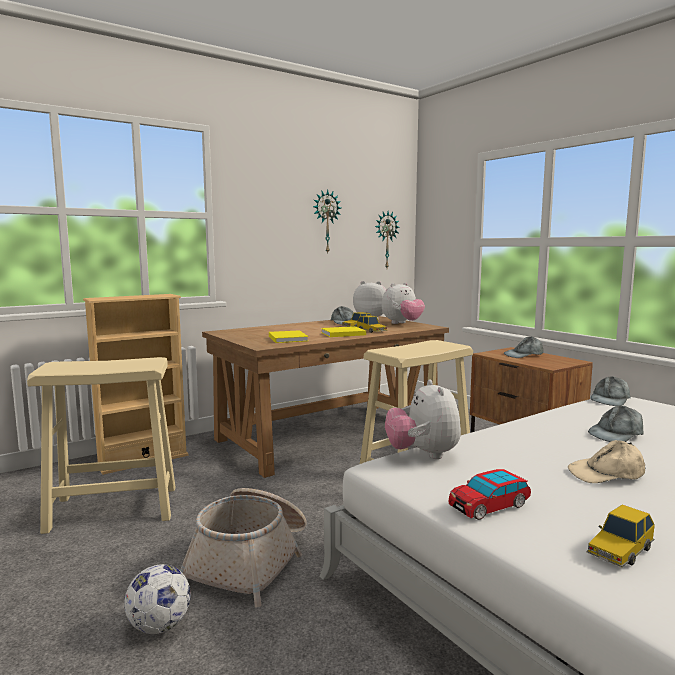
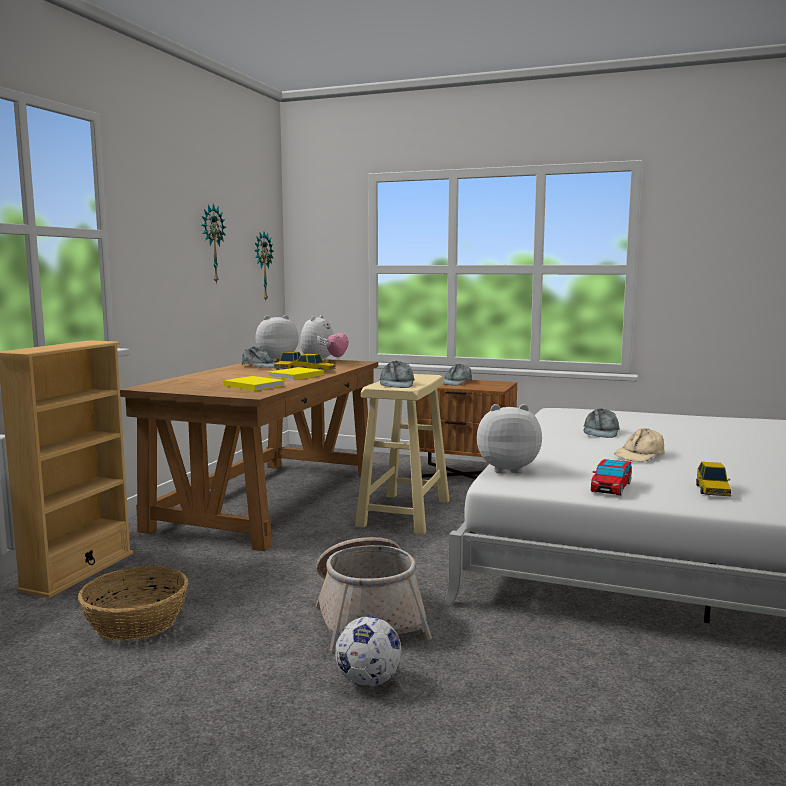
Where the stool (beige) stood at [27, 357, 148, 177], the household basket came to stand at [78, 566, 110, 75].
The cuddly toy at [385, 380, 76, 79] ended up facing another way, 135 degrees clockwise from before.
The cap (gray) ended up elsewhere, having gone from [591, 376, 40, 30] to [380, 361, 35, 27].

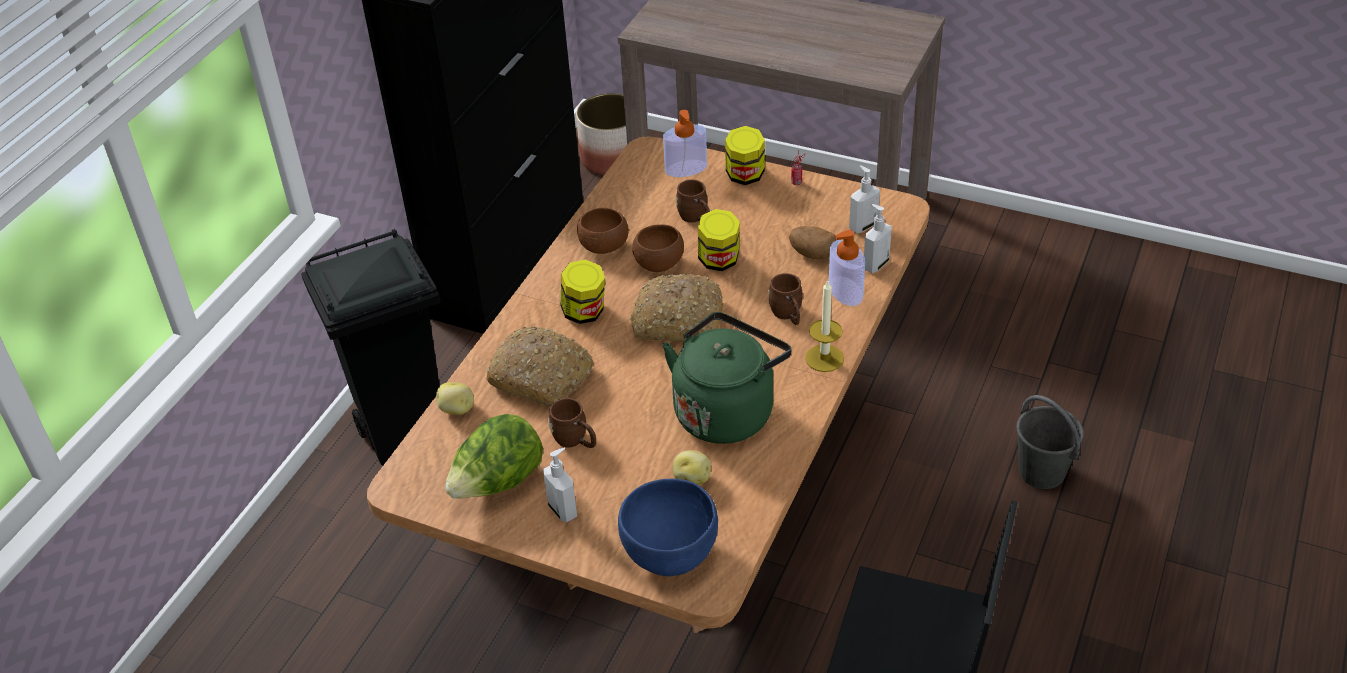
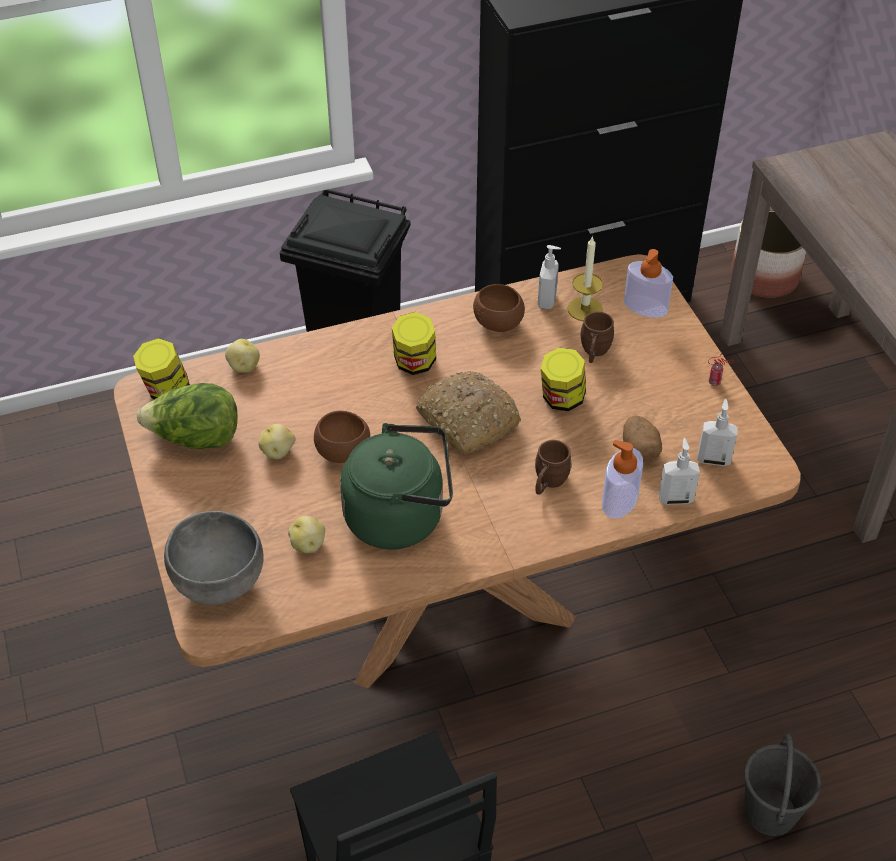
The second view lost the baked bread at [486, 327, 108, 80].
The soap bottle ended up elsewhere, having gone from [543, 448, 34, 75] to [538, 245, 23, 64].
Where the tea mug (brownish) stood at [548, 398, 48, 50], the whole potato came to stand at [258, 424, 37, 35].
What was the deep dish (bluish) at [618, 478, 100, 98] turned into the deep dish (gray) at [164, 511, 100, 94].
The deep dish (brownish) ended up elsewhere, having gone from [632, 224, 52, 48] to [314, 411, 56, 52].
The preserve jar ended up elsewhere, having gone from [725, 126, 40, 59] to [133, 338, 57, 61].
The candle ended up elsewhere, having gone from [805, 281, 39, 91] to [567, 235, 36, 86].

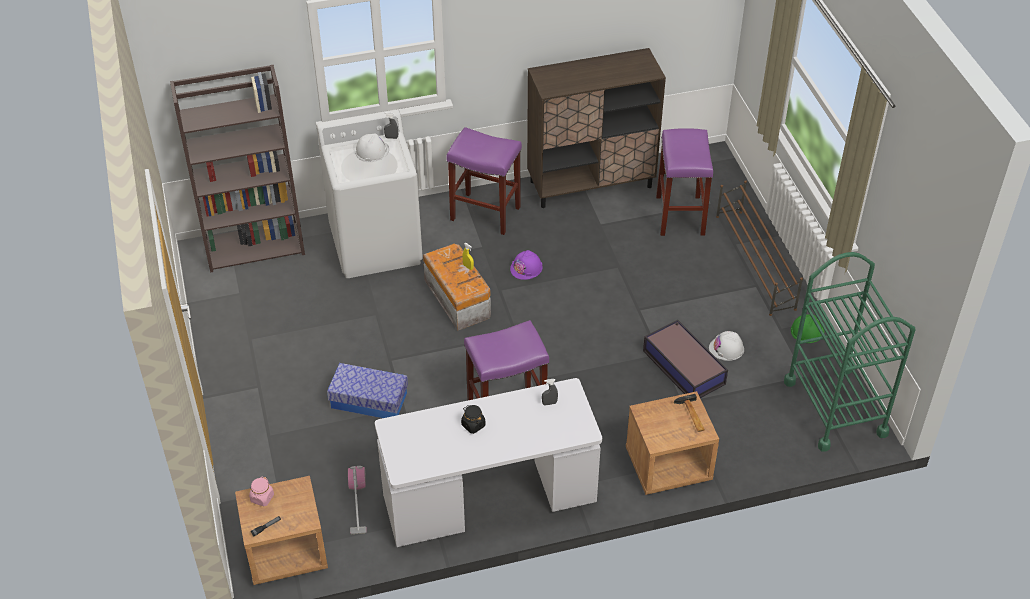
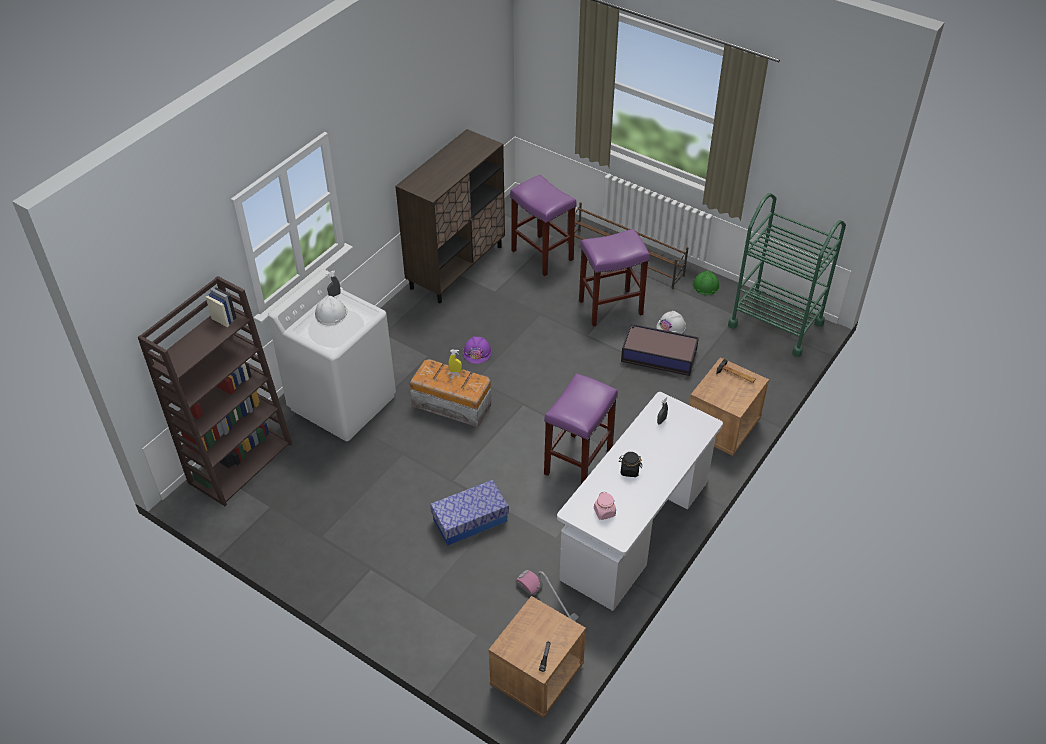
The preserve jar (pink-coloured) ended up elsewhere, having gone from [249, 477, 25, 29] to [594, 492, 22, 28].
The stool (purple-coloured) ended up elsewhere, having gone from [446, 127, 76, 108] to [579, 228, 71, 99].

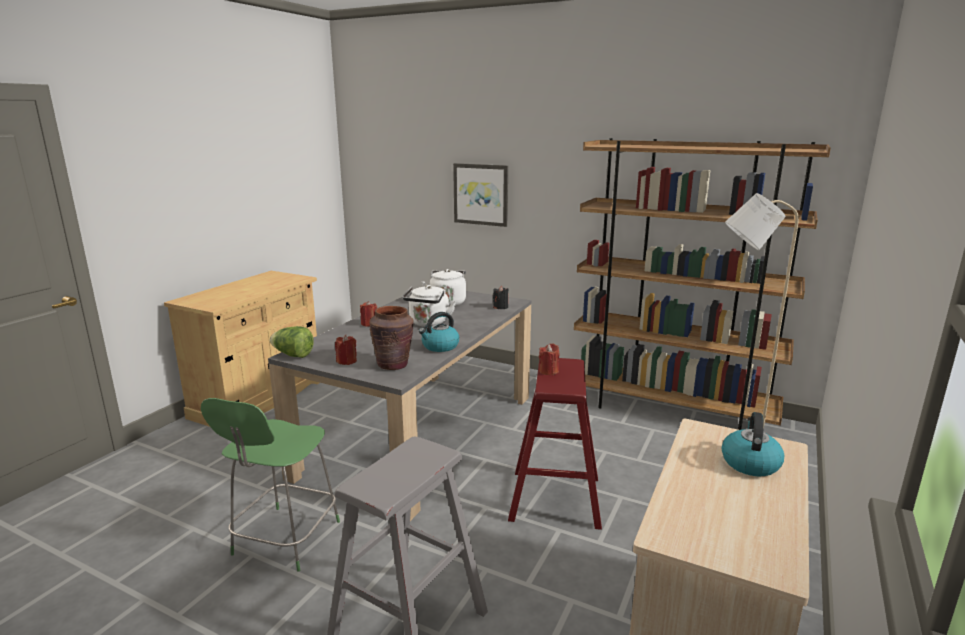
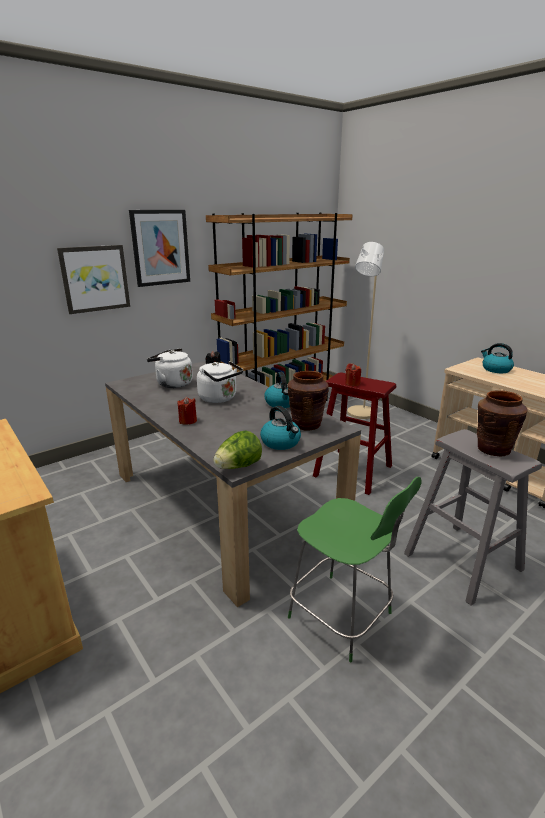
Where the candle (reddish) stood at [335, 335, 22, 30], the tea kettle came to stand at [260, 406, 41, 44].
The second view gained the wall art at [129, 210, 61, 77].
The second view gained the flower vase (brownish) at [477, 390, 51, 67].

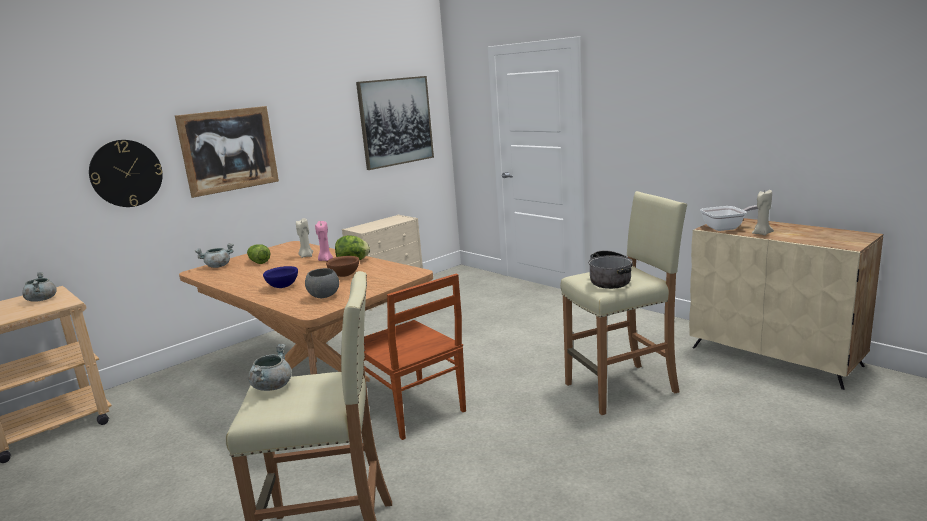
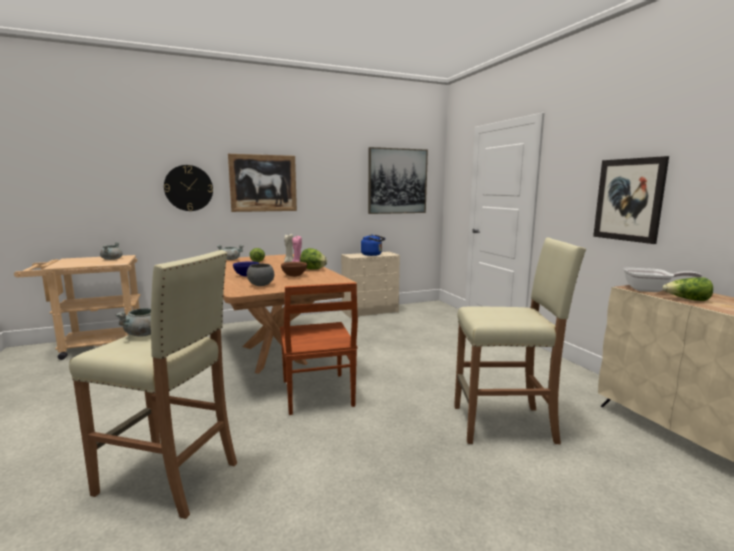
The second view lost the stockpot at [588, 250, 45, 39].
Where the candle (beige) stood at [752, 190, 22, 46], the lettuce came to stand at [663, 277, 50, 24].
The second view gained the tea kettle (bluish) at [361, 234, 24, 22].
The second view gained the wall art at [593, 156, 76, 88].

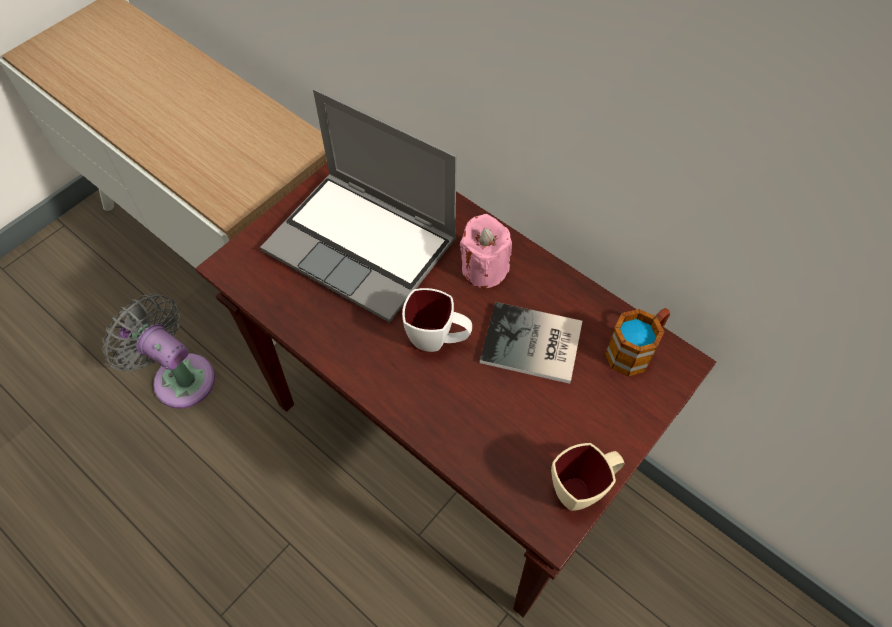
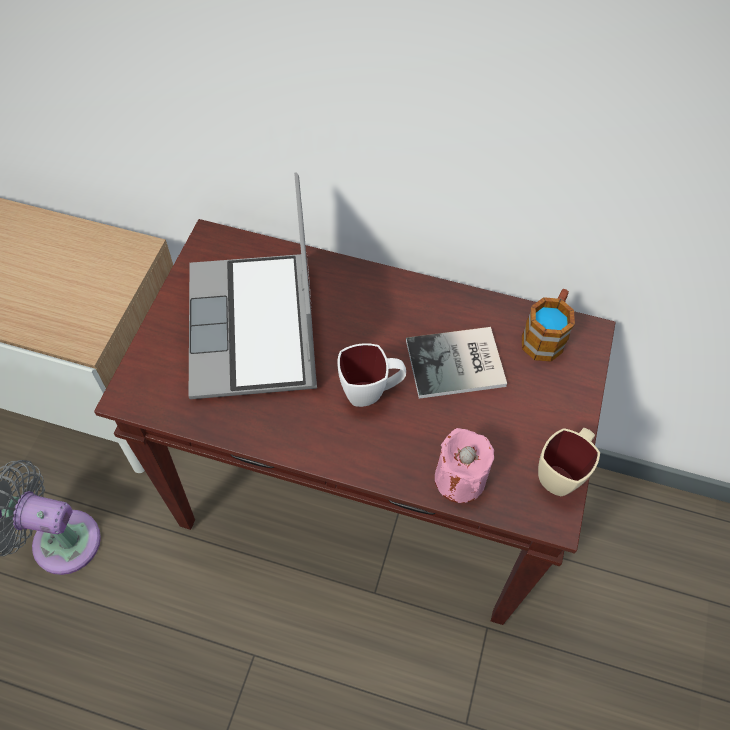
The laptop at [260, 89, 197, 234] ended up facing another way, 75 degrees clockwise from before.
The candle (pink-coloured) ended up elsewhere, having gone from [460, 214, 52, 74] to [435, 428, 59, 75].

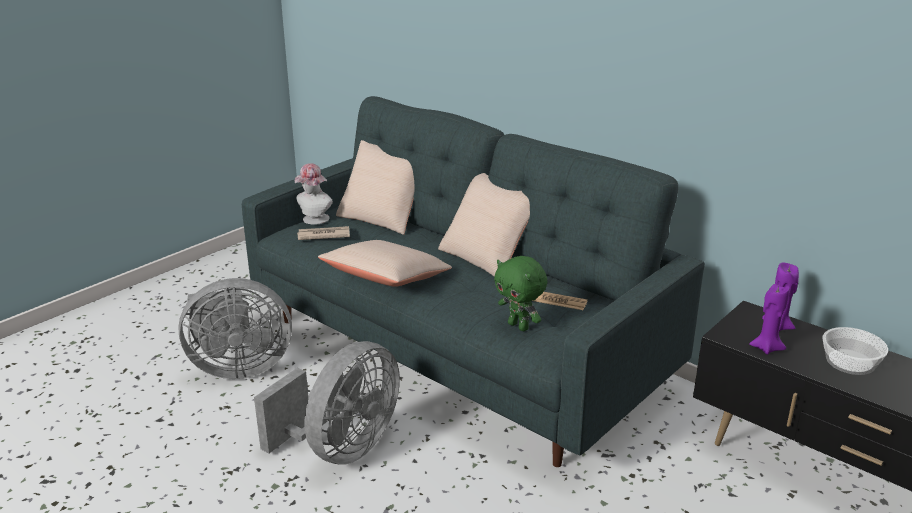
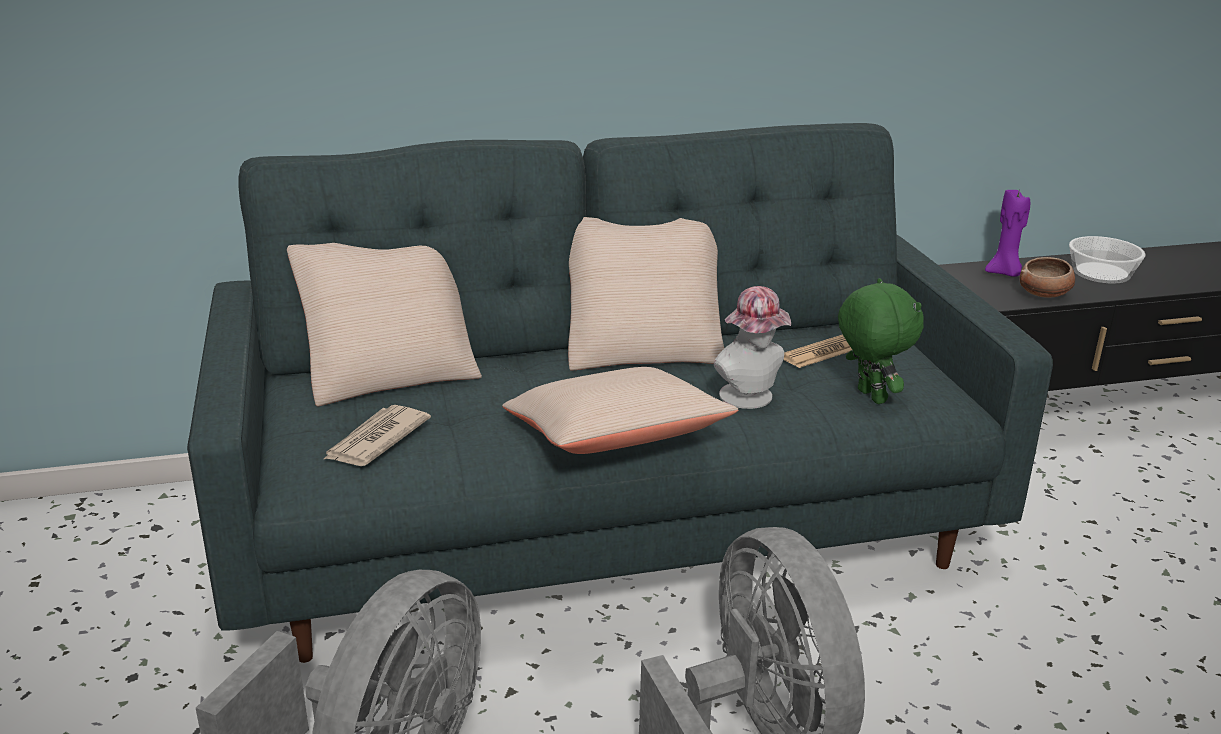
The clothing hat ended up elsewhere, having gone from [294, 163, 39, 62] to [714, 286, 77, 123].
The cuddly toy (green) at [494, 256, 53, 75] ended up facing another way, 105 degrees counterclockwise from before.
Where the candle (purple-coloured) stood at [749, 284, 41, 70], the deep dish came to stand at [1019, 257, 56, 41].

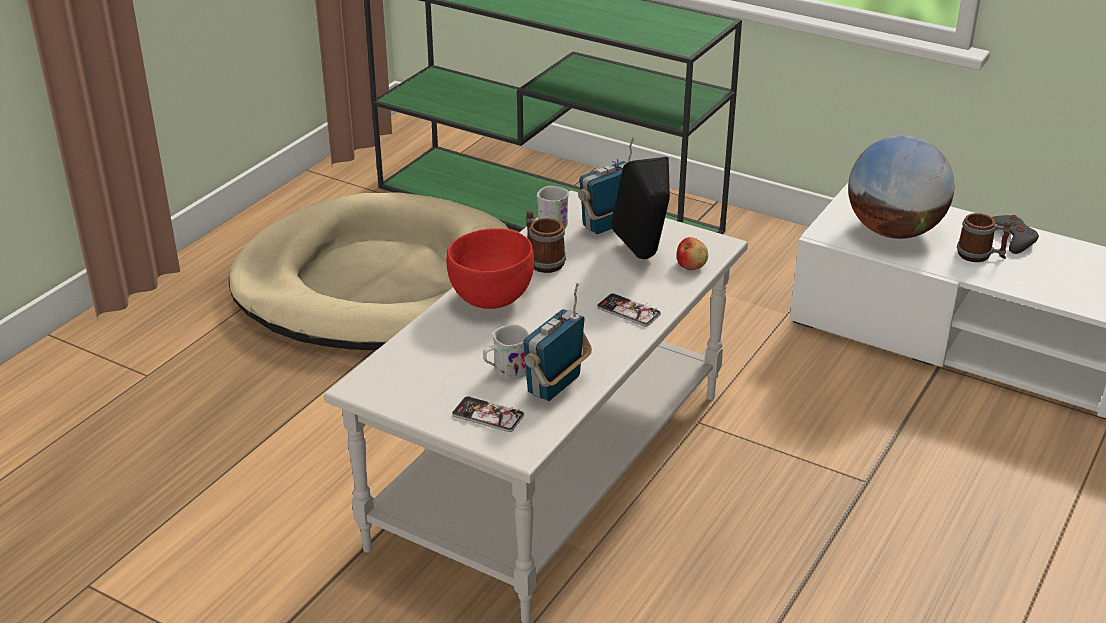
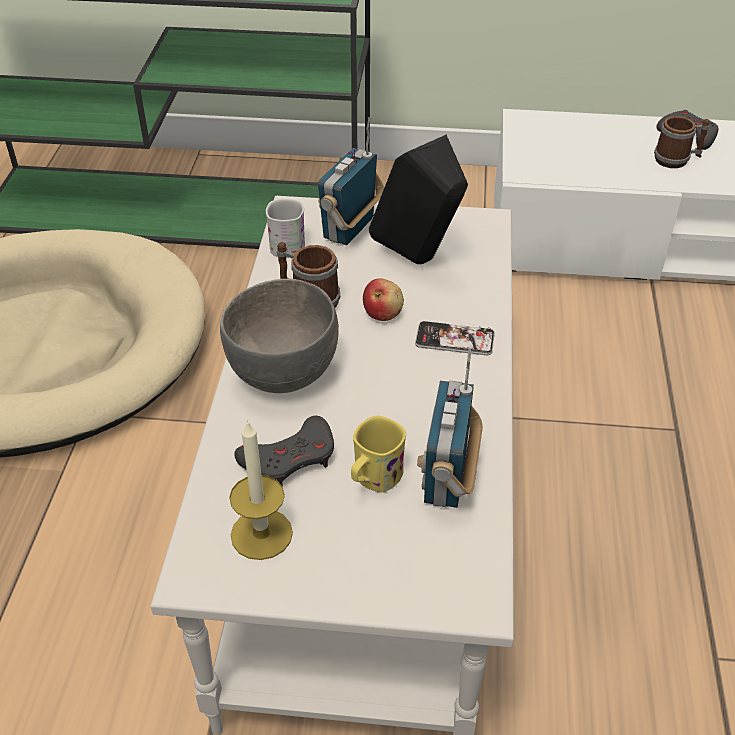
What was the deep dish (reddish) at [446, 228, 88, 81] turned into the deep dish (gray) at [220, 279, 119, 114].
The second view lost the phone at [452, 396, 72, 36].
What was the tea mug (whitish) at [483, 324, 46, 56] turned into the tea mug (yellow) at [351, 416, 55, 76].
The apple fruit ended up elsewhere, having gone from [677, 237, 31, 33] to [363, 278, 41, 43].
The second view lost the world globe at [848, 135, 106, 104].
The second view gained the candle at [229, 420, 64, 140].
The second view gained the gamepad (gray) at [234, 416, 100, 70].

